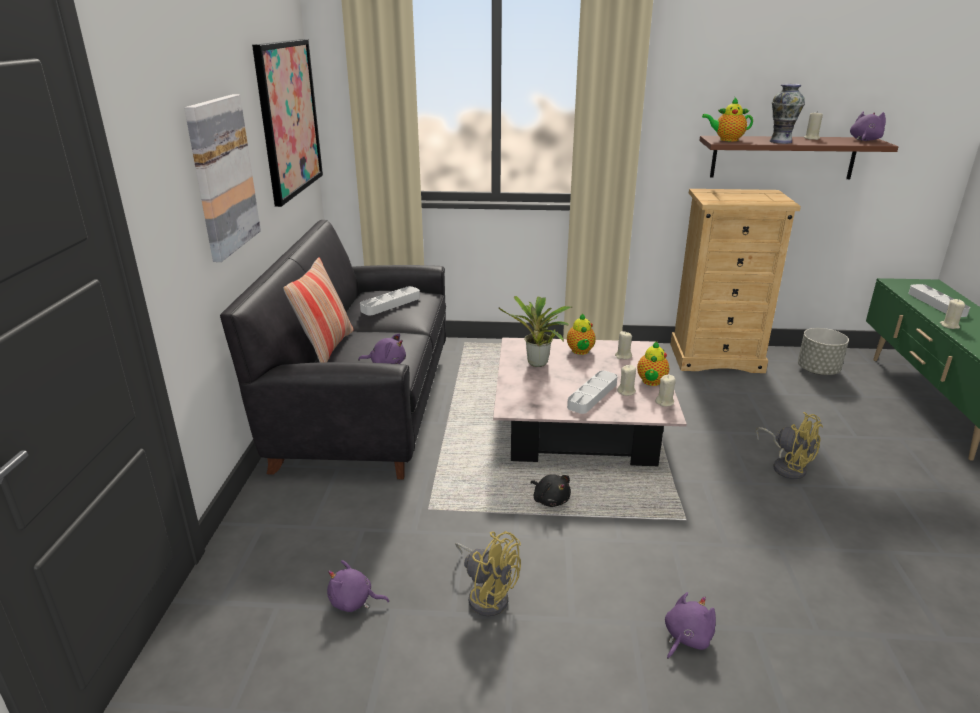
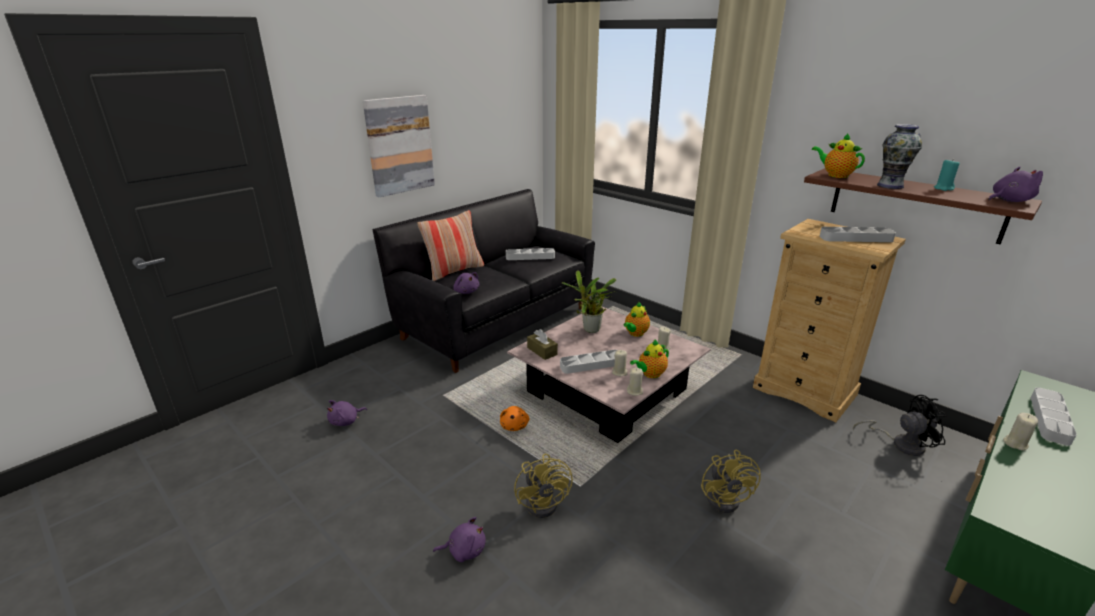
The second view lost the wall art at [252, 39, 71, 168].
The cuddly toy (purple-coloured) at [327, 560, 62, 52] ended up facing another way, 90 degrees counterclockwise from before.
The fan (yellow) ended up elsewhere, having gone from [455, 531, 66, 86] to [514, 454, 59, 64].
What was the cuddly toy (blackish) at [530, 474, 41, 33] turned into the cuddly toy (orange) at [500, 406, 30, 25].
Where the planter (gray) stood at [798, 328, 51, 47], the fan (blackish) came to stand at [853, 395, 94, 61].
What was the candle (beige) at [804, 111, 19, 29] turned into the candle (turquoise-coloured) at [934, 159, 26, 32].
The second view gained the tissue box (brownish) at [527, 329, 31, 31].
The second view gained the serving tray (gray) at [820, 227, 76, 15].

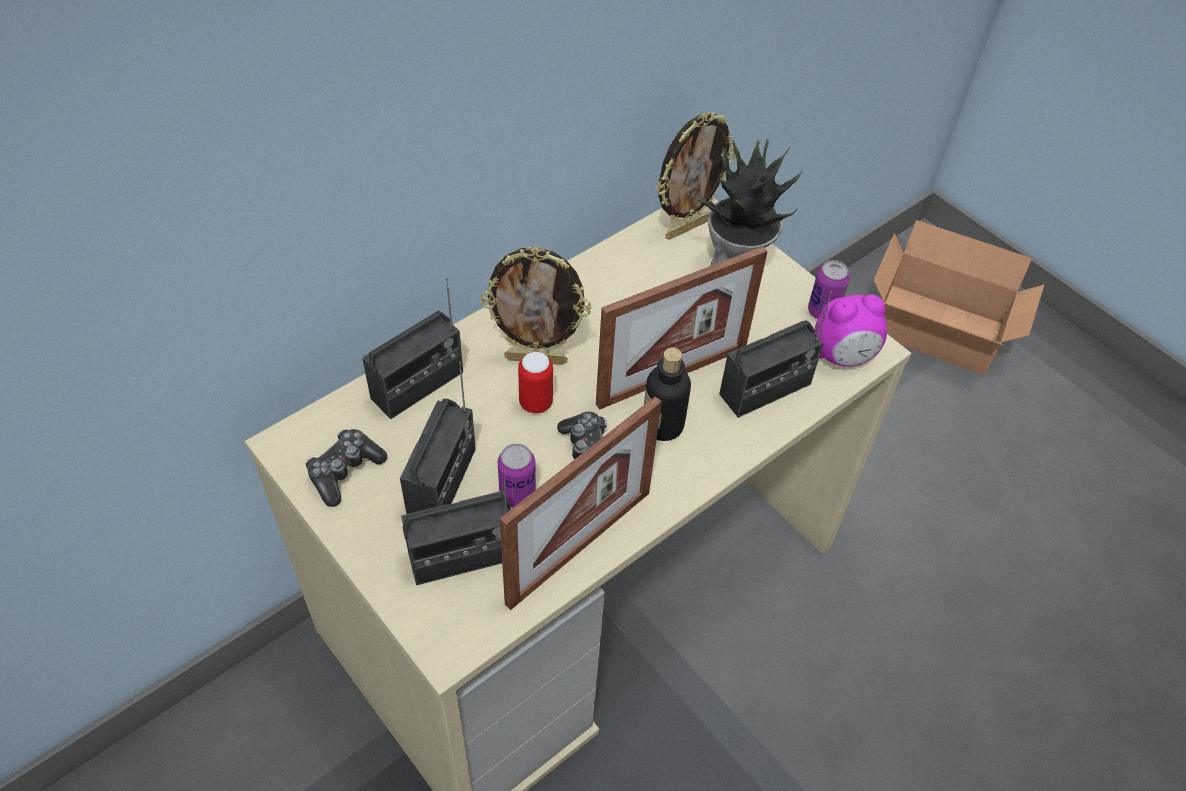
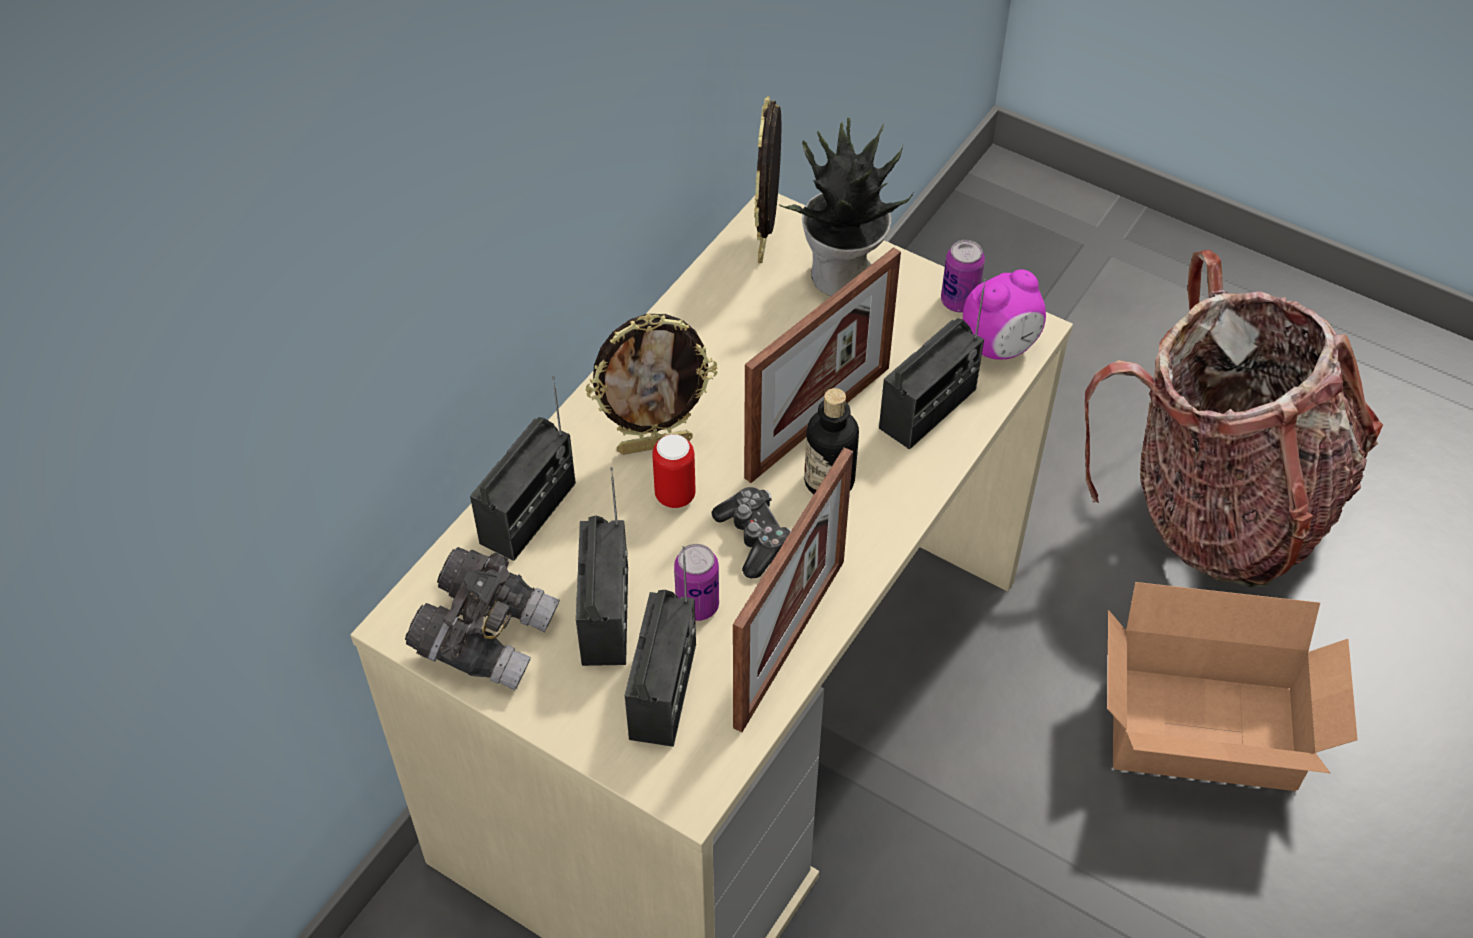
Where the gamepad stood at [305, 429, 82, 78], the pair of binoculars (gray) came to stand at [405, 547, 155, 144].
The radio set at [401, 471, 110, 114] ended up facing another way, 45 degrees counterclockwise from before.
The photo frame at [657, 112, 79, 128] ended up facing another way, 150 degrees clockwise from before.
The packing box ended up elsewhere, having gone from [874, 220, 170, 155] to [1107, 582, 251, 209].
The second view gained the rucksack at [1085, 250, 298, 337].

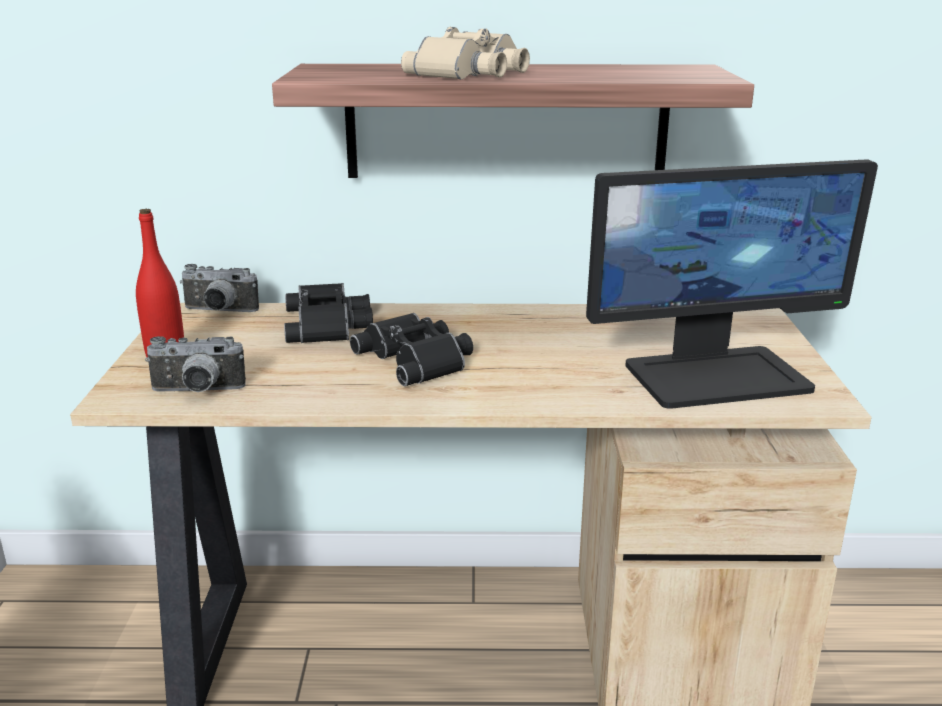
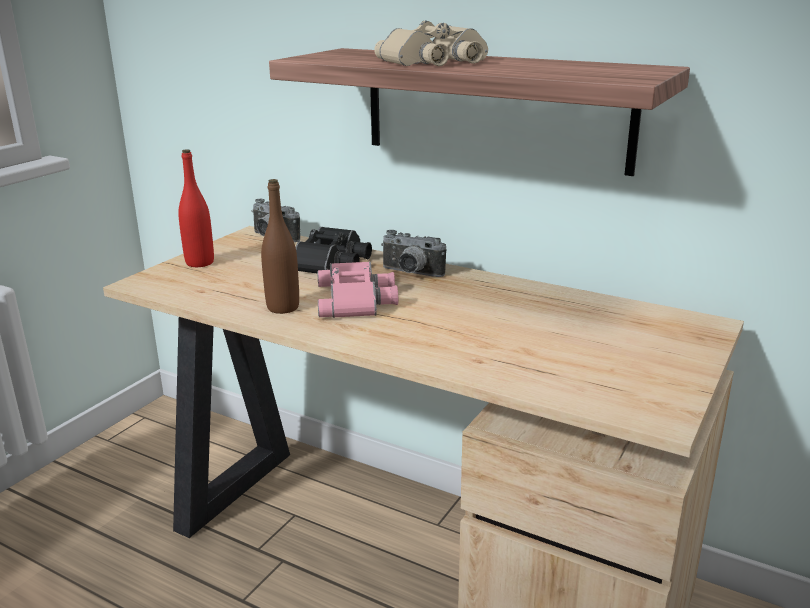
The still camera ended up elsewhere, having gone from [145, 336, 101, 56] to [381, 230, 65, 47].
What was the pair of binoculars (blackish) at [350, 313, 123, 73] turned into the pair of binoculars (pink-coloured) at [317, 262, 81, 56].
The second view lost the computer display at [586, 159, 292, 250].
The second view gained the beverage bottle (brownish) at [261, 179, 38, 135].

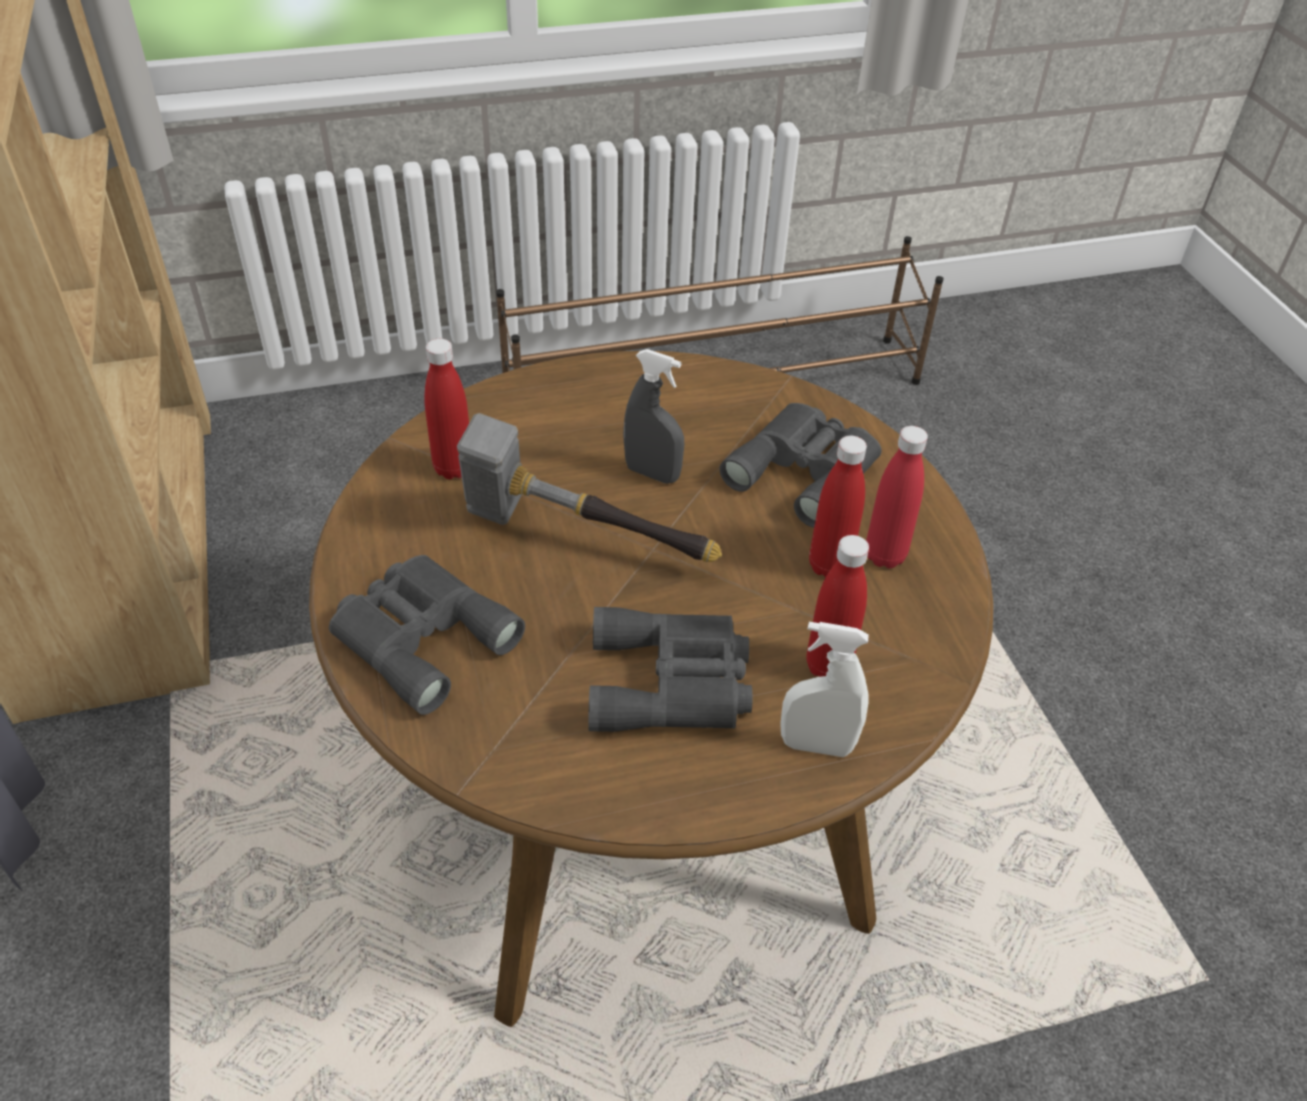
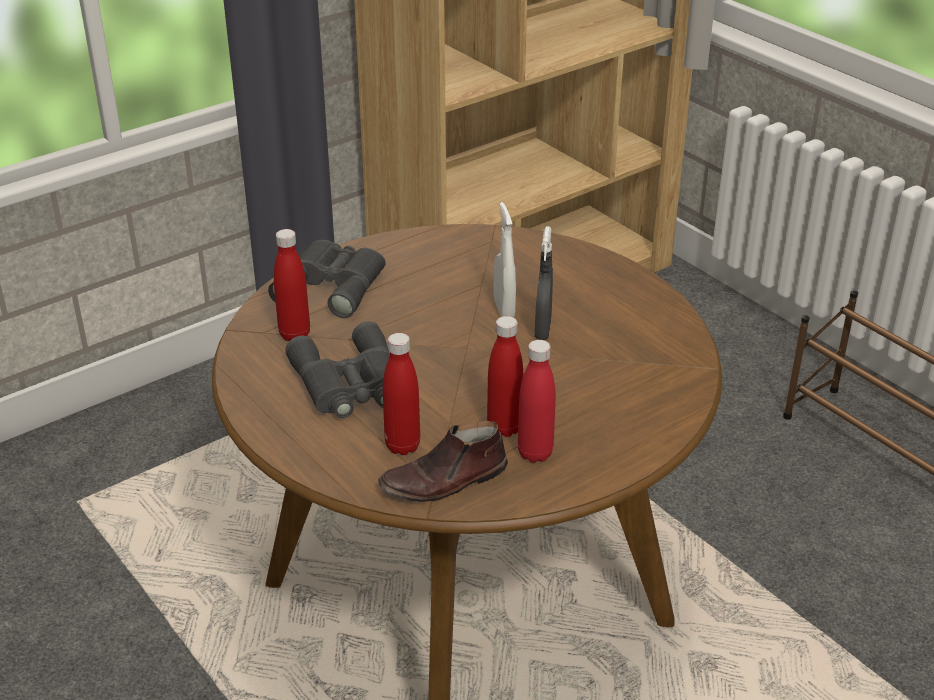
The beverage bottle (reddish) ended up elsewhere, having gone from [424, 339, 45, 140] to [274, 229, 36, 112].
The second view lost the tool hammer at [457, 413, 265, 149].
The second view lost the pair of binoculars (gray) at [720, 403, 162, 125].
The hand sprayer (whitish) ended up elsewhere, having gone from [780, 622, 89, 135] to [494, 202, 22, 115].
The second view gained the shoe (brownish) at [378, 421, 130, 81].

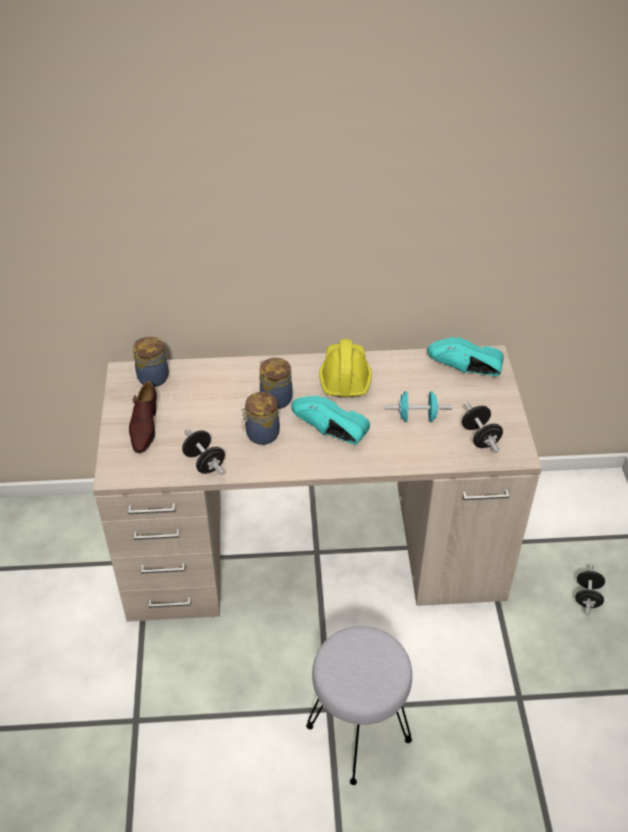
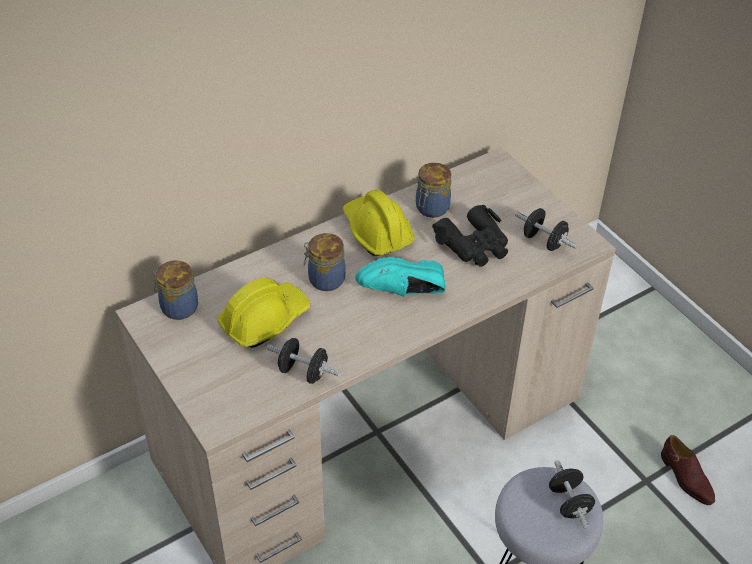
The shoe (brownish) ended up elsewhere, having gone from [129, 381, 28, 72] to [661, 435, 54, 70].
The preserve jar ended up elsewhere, having gone from [242, 392, 38, 53] to [416, 163, 35, 55].
Where the hand weight (turquoise-coloured) stood at [385, 391, 67, 31], the pair of binoculars (blackish) came to stand at [432, 205, 76, 62].
The second view lost the shoe (turquoise-coloured) at [427, 337, 77, 39].
The hand weight (blackish) ended up elsewhere, having gone from [575, 564, 30, 51] to [549, 460, 46, 68].
The second view gained the work helmet (yellow) at [218, 278, 92, 70].

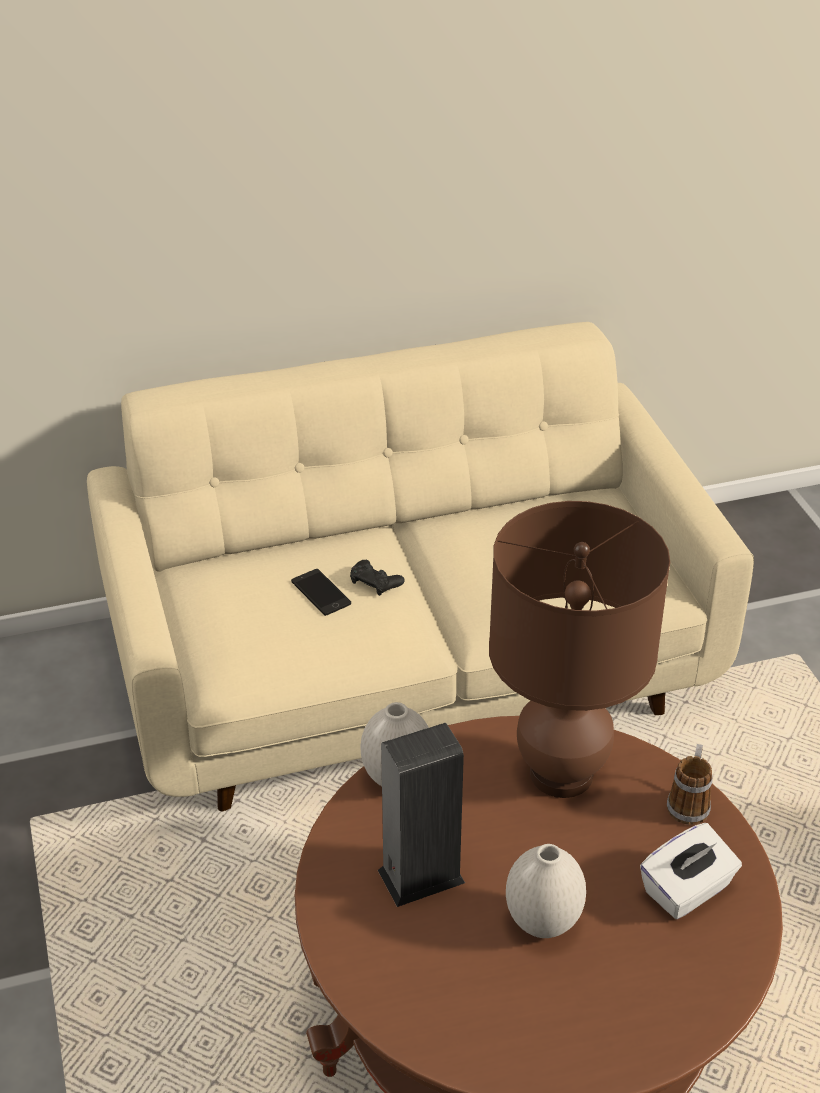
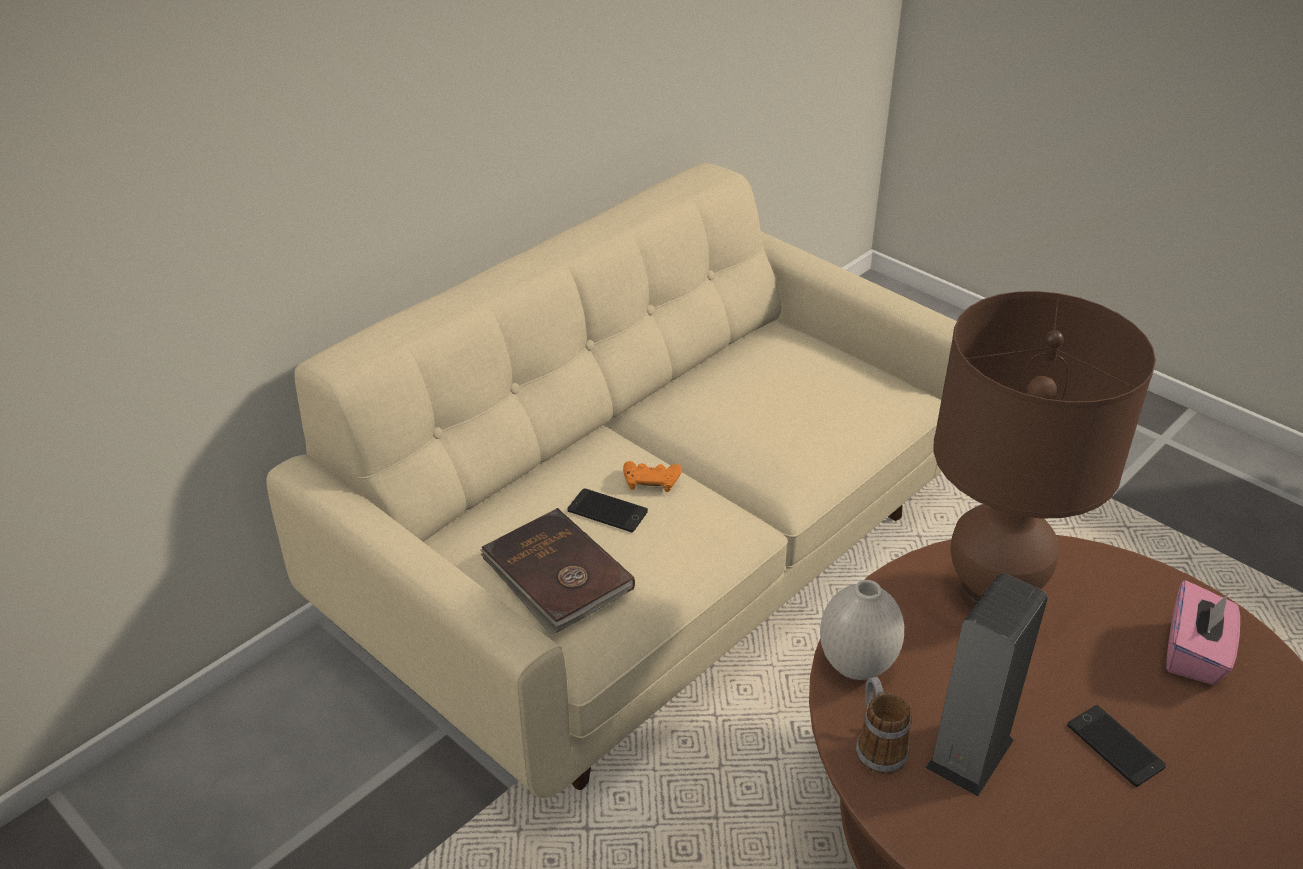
What was the gamepad (blackish) at [350, 560, 55, 36] turned into the gamepad (orange) at [623, 461, 59, 31].
Where the flower vase (whitish) stood at [506, 844, 80, 94], the phone came to stand at [1067, 705, 99, 82].
What was the tissue box (whitish) at [640, 823, 102, 96] turned into the tissue box (pink-coloured) at [1166, 580, 74, 105].
The tea mug ended up elsewhere, having gone from [667, 744, 45, 81] to [856, 677, 55, 98].
The second view gained the book (brownish) at [480, 508, 155, 126].

